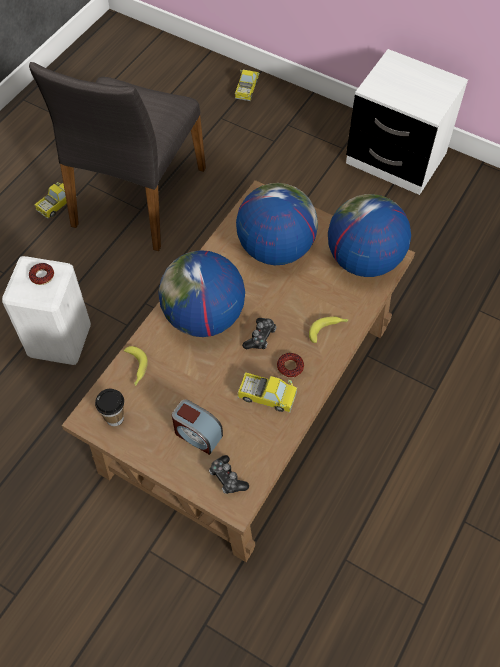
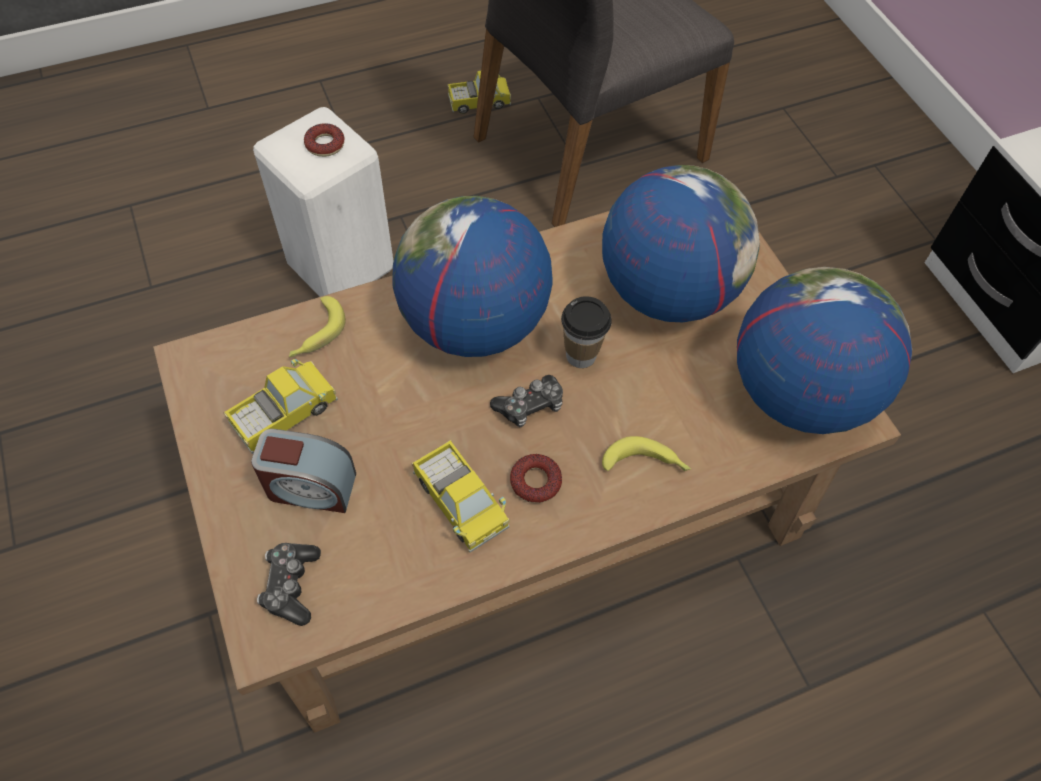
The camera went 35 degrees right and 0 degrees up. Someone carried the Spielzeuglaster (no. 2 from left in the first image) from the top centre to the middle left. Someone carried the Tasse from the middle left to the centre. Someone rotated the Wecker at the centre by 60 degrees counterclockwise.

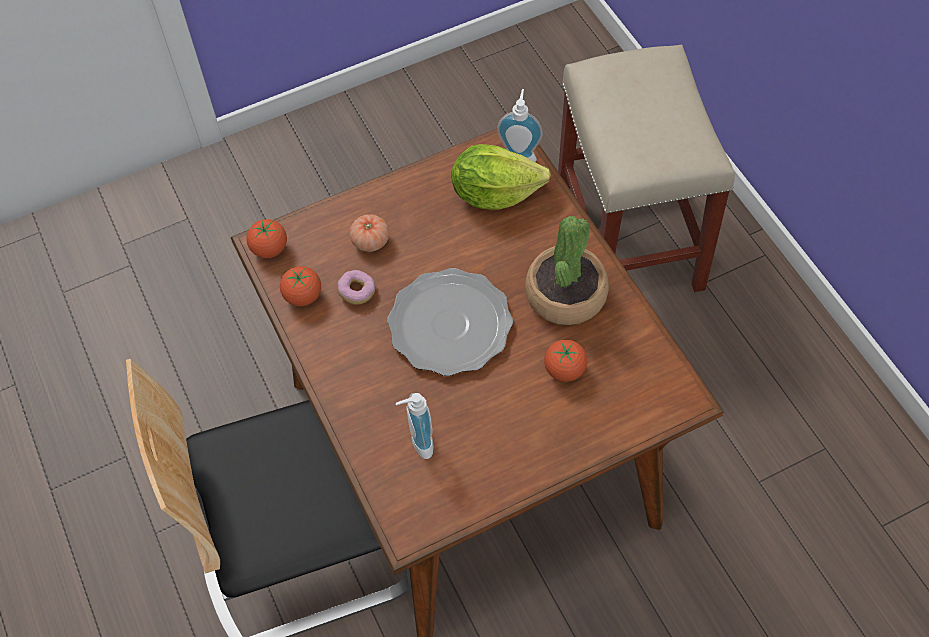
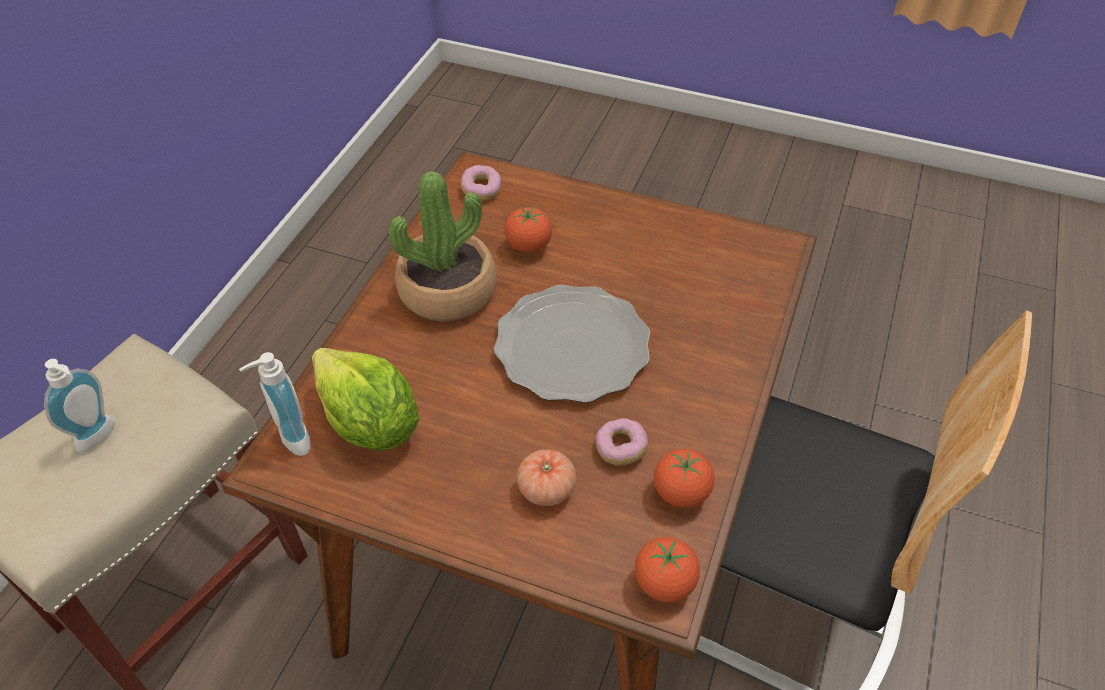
The camera went 135 degrees left and 10 degrees down. Someone carried the Seifenspender (no. 1 from left) from the bottom centre to the middle left. Someone put down the Donut (no. 1 from left) at the top centre.

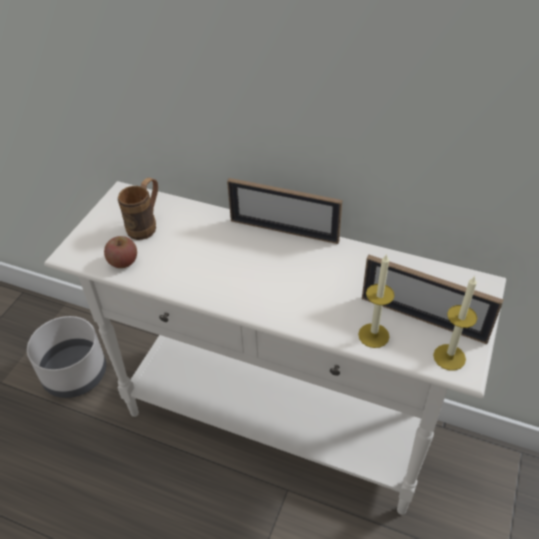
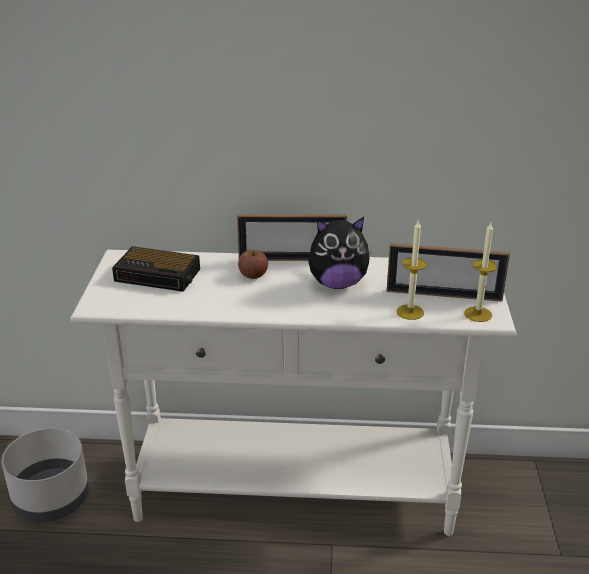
The camera went 20 degrees left and 15 degrees down. Someone swapped the Henkelbecher/braun at the middle left for the Wecker at the middle left. Someone carried the Apfel from the middle left to the centre. Someone put down the Plüschtier at the centre.

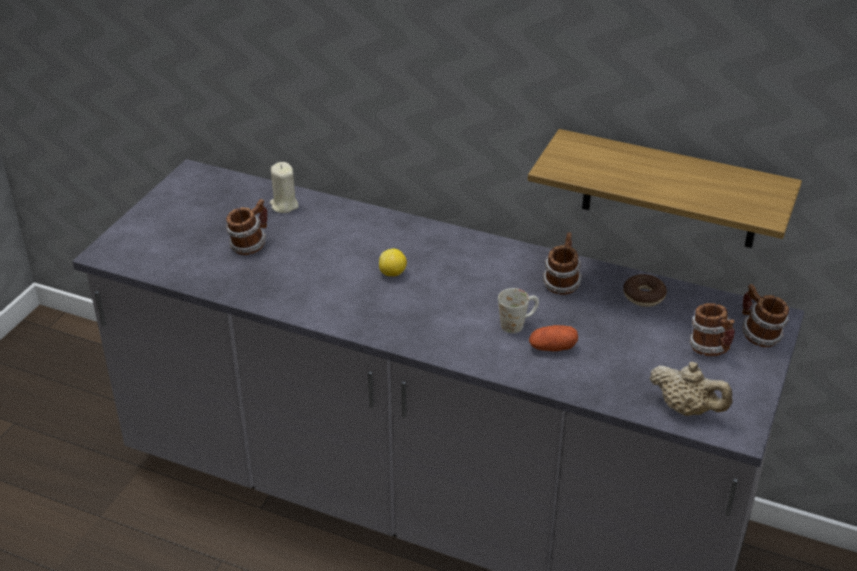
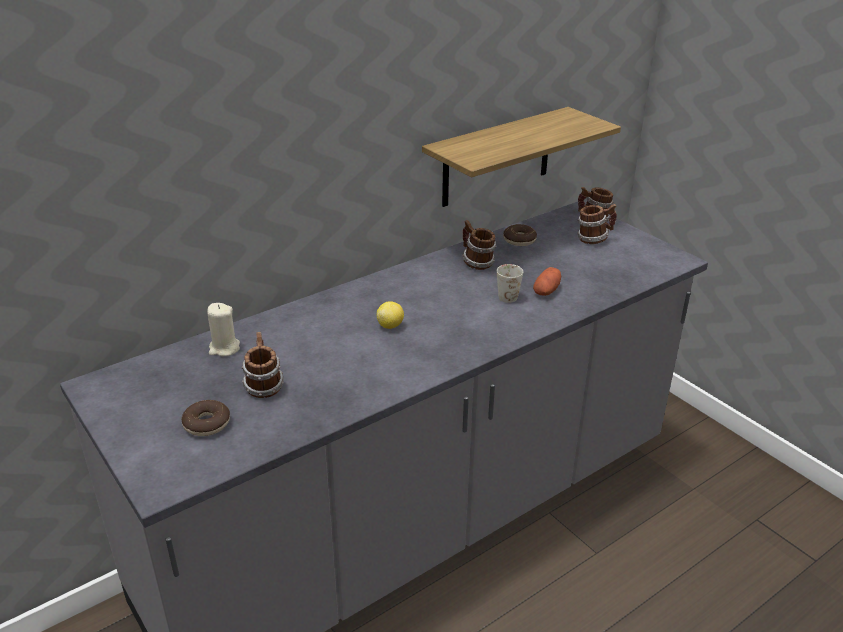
The camera went 60 degrees left and 5 degrees down. Someone took away the Teekanne/beige at the bottom right. Someone put down the Donut (no. 1 from left) at the middle left.

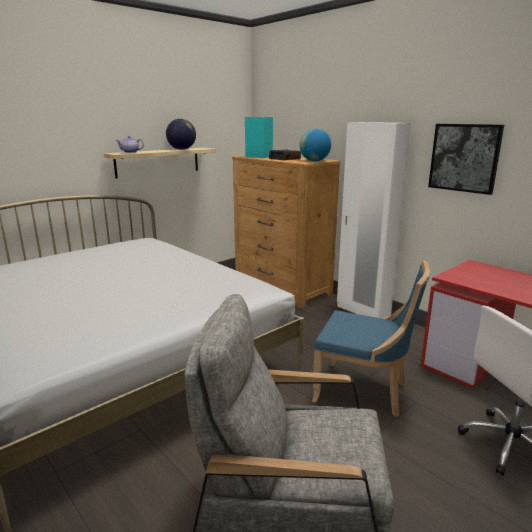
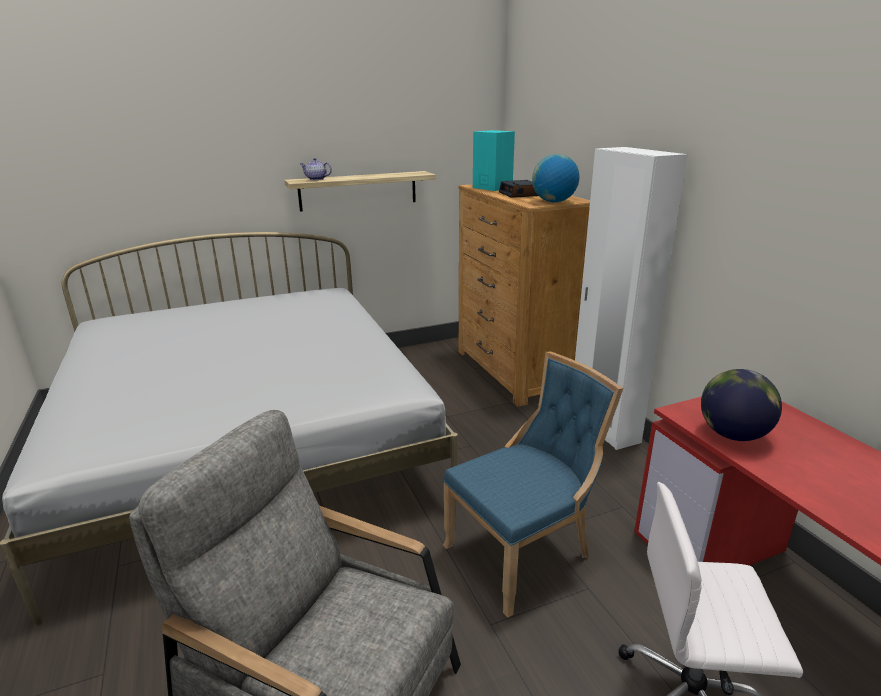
The camera went 20 degrees right and 5 degrees up. Someone carried the Globus (no. 1 from left in the first image) from the top centre to the middle right. Someone took away the Bild at the top right. Someone rotated the Stuhl/blau at the middle right by 75 degrees counterclockwise.

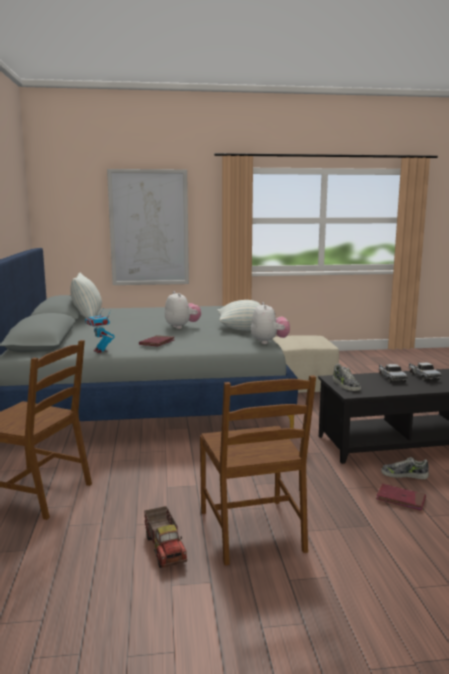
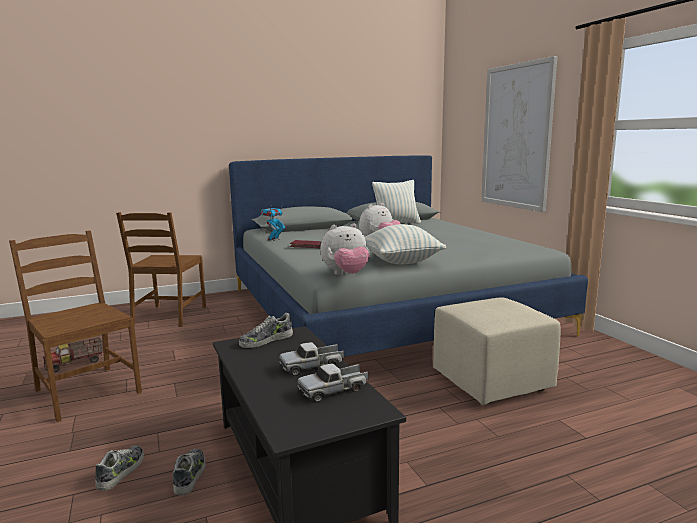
The camera went 75 degrees right and 0 degrees up. Someone rotated the Stuhl/braun (no. 2 from left in the first image) at the bottom centre by 75 degrees clockwise. Someone swapped the Buch/rot (no. 2 from left) at the bottom right for the Schuh (no. 1 from left) at the bottom left.

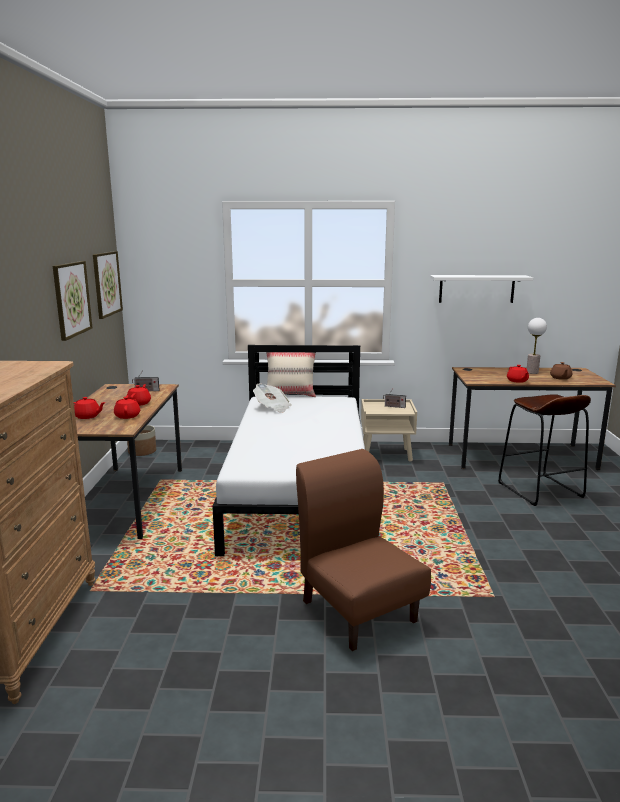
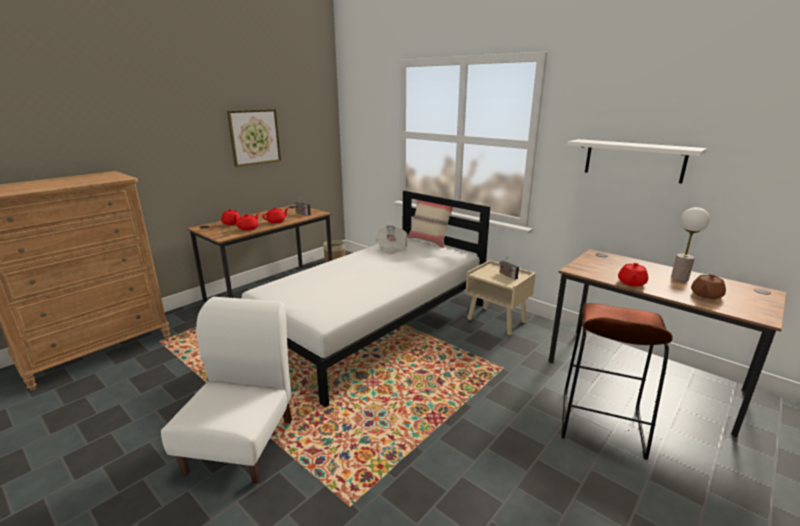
The camera went 40 degrees right and 5 degrees up. Someone took away the Bild (no. 2 from left) at the middle left. Someone repainted the Stuhl/braun at the bottom centre, which became the Stuhl/weiß at the bottom left.

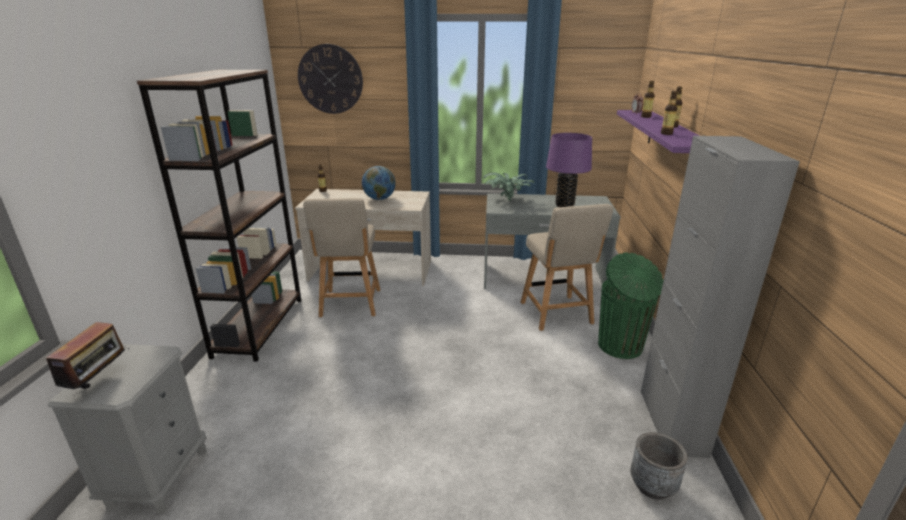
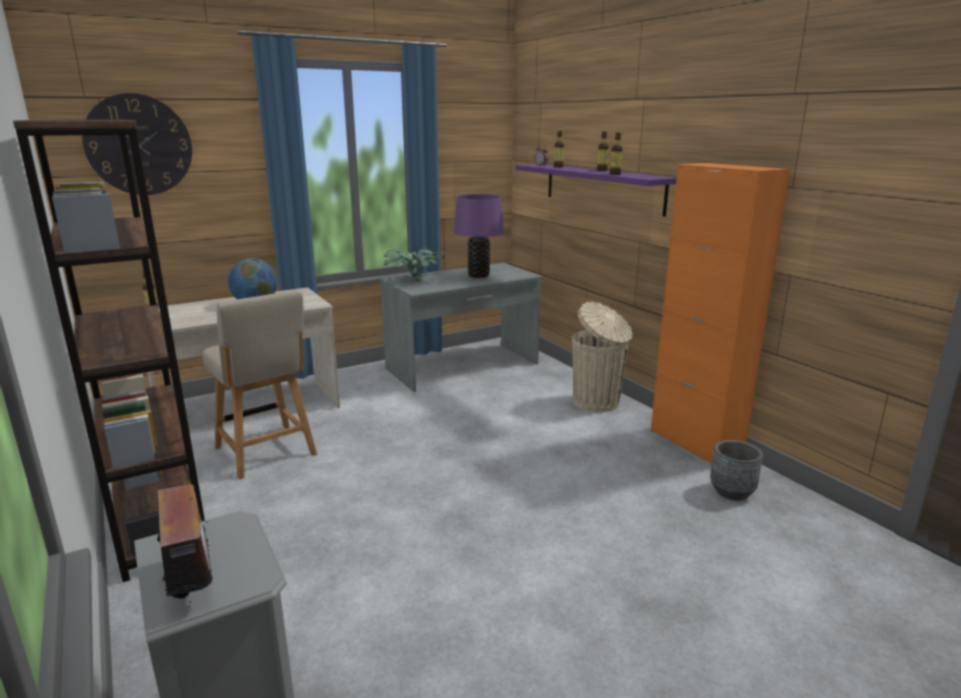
The camera went 35 degrees left and 5 degrees down. Someone repainted the Schrank/grau at the middle right, which became the Schrank/orange at the middle right. Someone took away the Stuhl/beige (no. 2 from left) at the centre. Someone repainted the Mülleimer/grün at the middle right, which became the Mülleimer/beige at the centre.

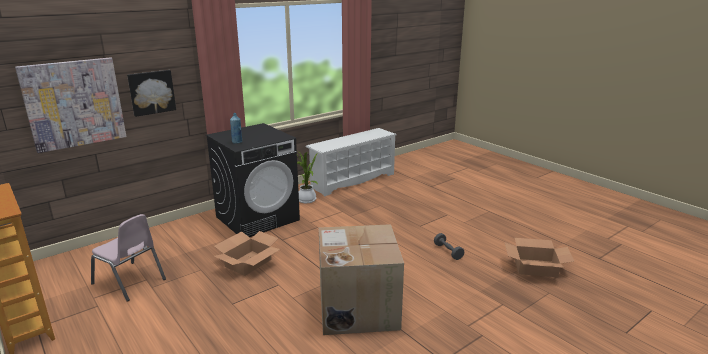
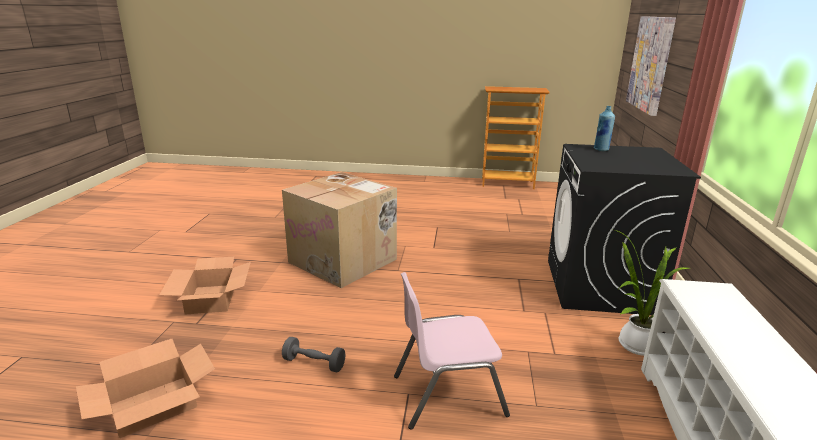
The camera went 135 degrees right and 0 degrees up. Someone took away the Bild (no. 2 from left) at the top left. Someone carried the Stuhl/rosa from the bottom left to the bottom centre. Someone carried the Karton (no. 1 from left in the first image) from the bottom centre to the middle left.

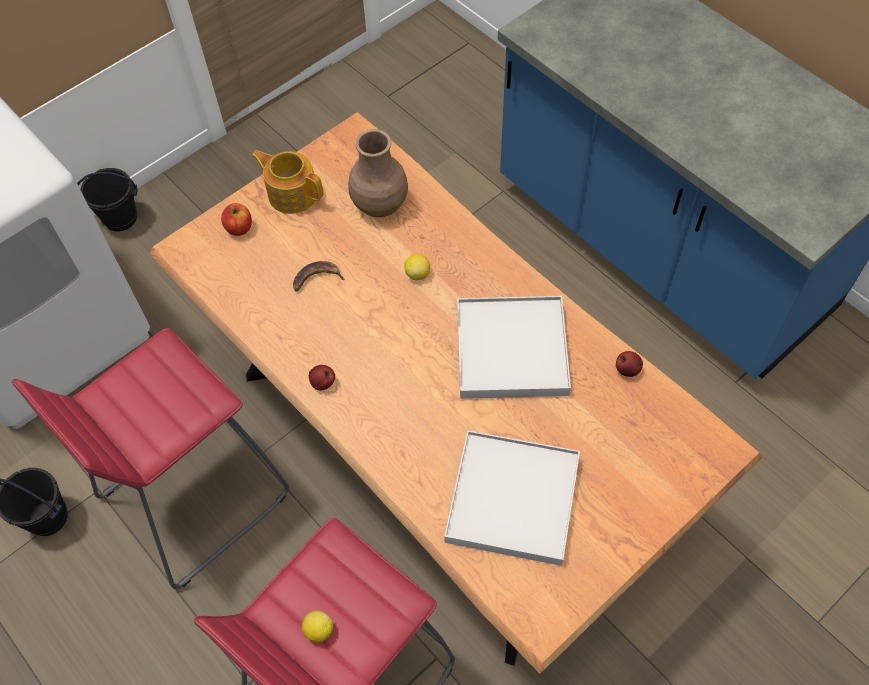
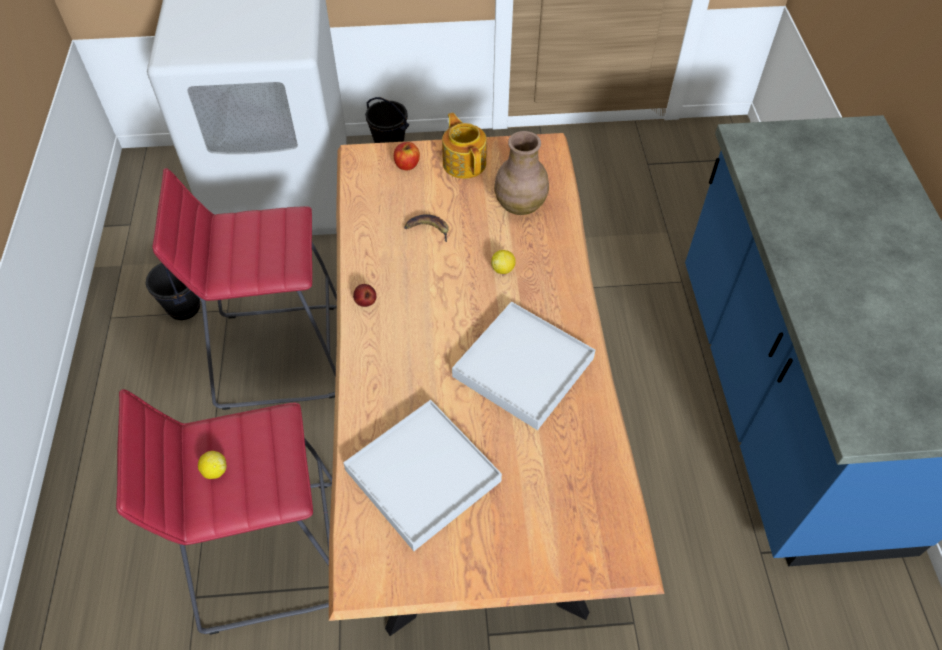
The camera went 35 degrees right and 5 degrees down. Someone took away the Apfel (no. 3 from left) at the middle right.

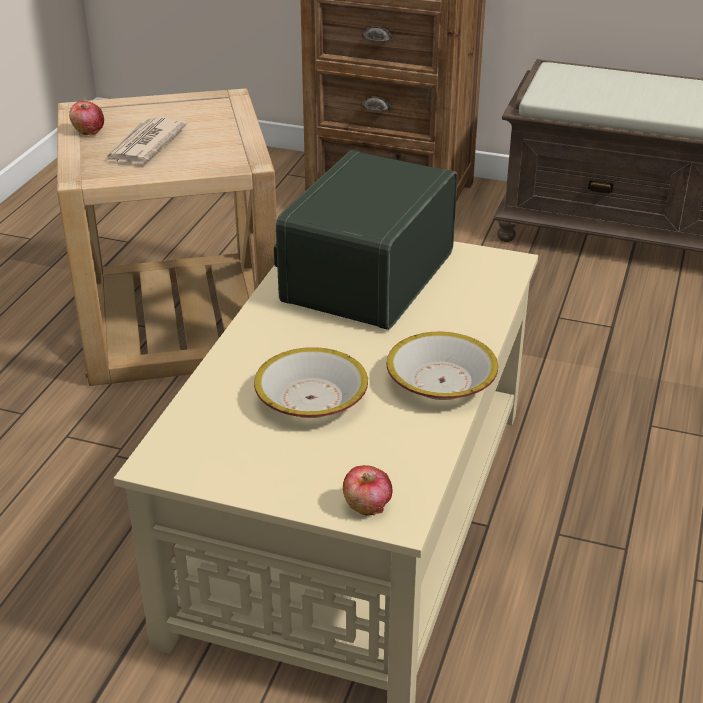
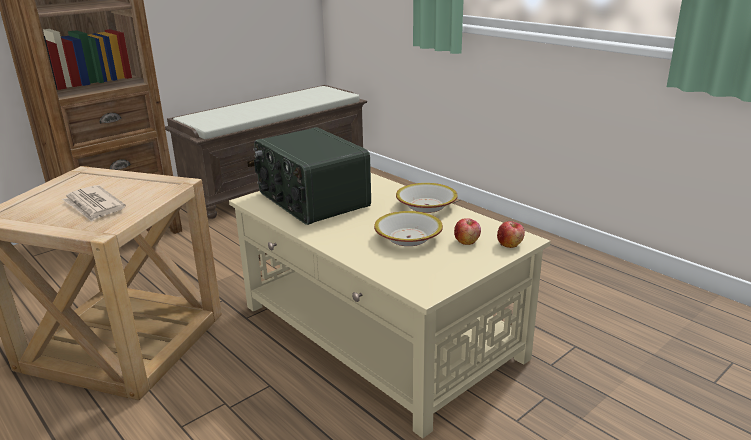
The camera went 60 degrees left and 10 degrees down. Someone carried the Apfel (no. 1 from left) from the top left to the centre.

